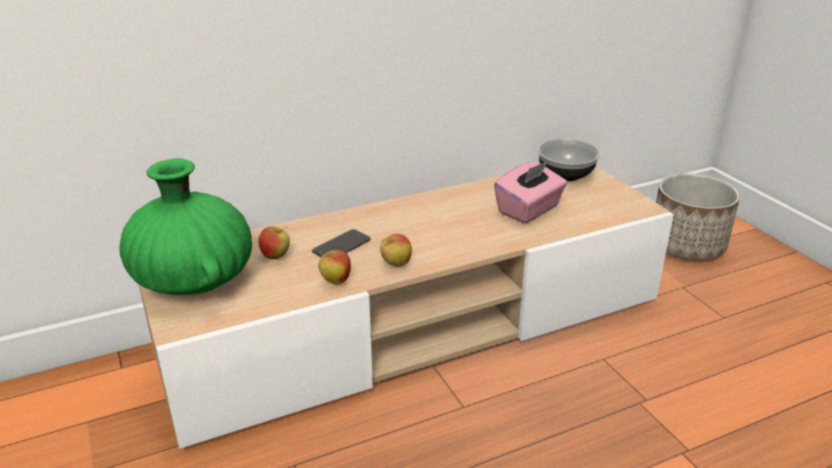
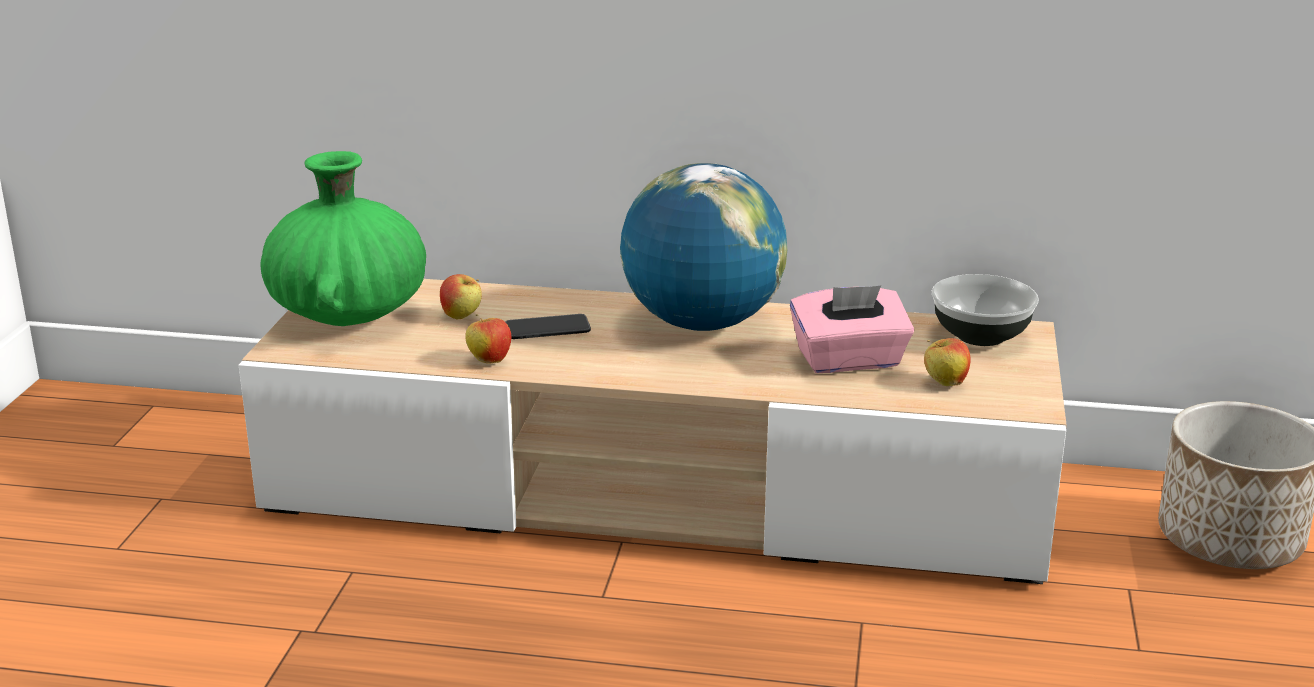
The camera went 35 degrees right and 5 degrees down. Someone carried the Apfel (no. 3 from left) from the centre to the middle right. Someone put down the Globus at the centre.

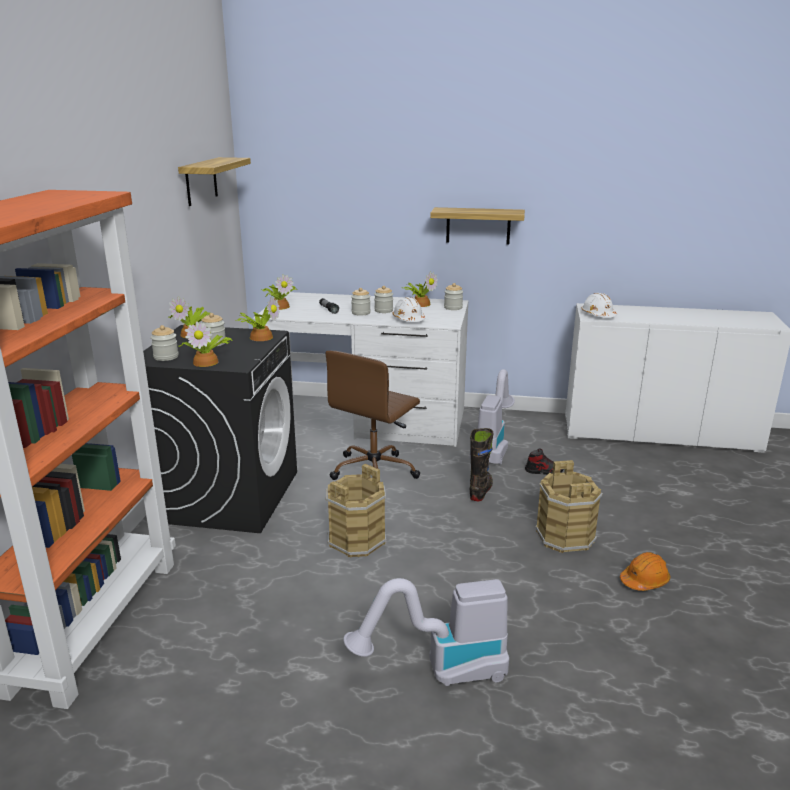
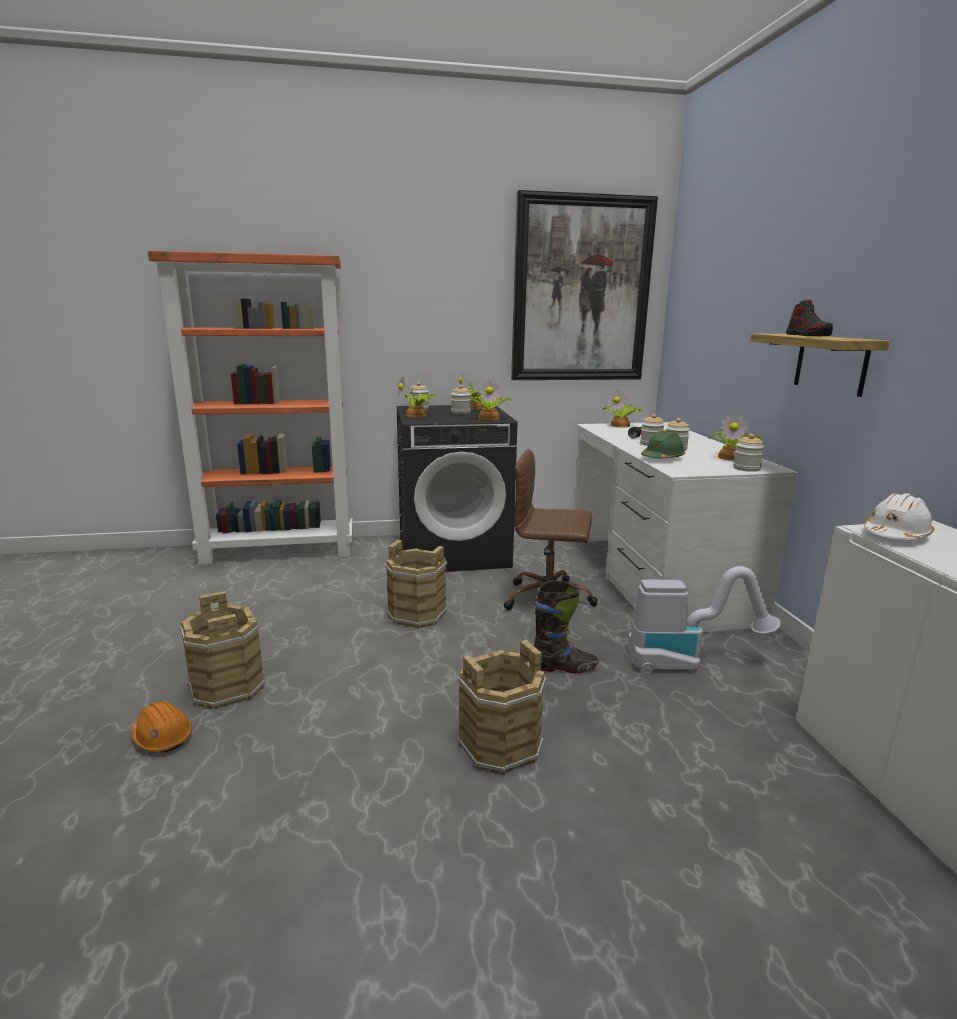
The camera went 70 degrees right and 5 degrees down. Someone swapped the Wandregal (no. 1 from left) at the top left for the Bild at the top centre. Someone repainted the Schutzhelm/weiß (no. 1 from left) at the centre, which became the Schutzhelm/grün at the middle right. Someone carried the Schuh from the middle right to the top right. Someone carried the Schutzhelm/orange from the bottom right to the bottom left. Someone swapped the Staubsauger (no. 1 from left) at the bottom centre for the Eimer/braun (no. 1 from left) at the middle left.

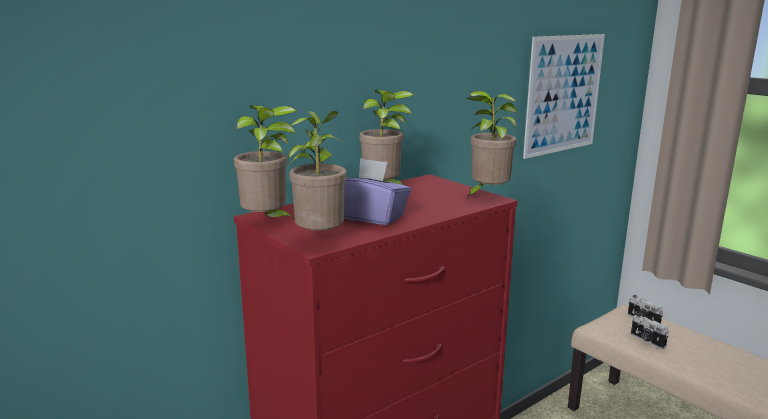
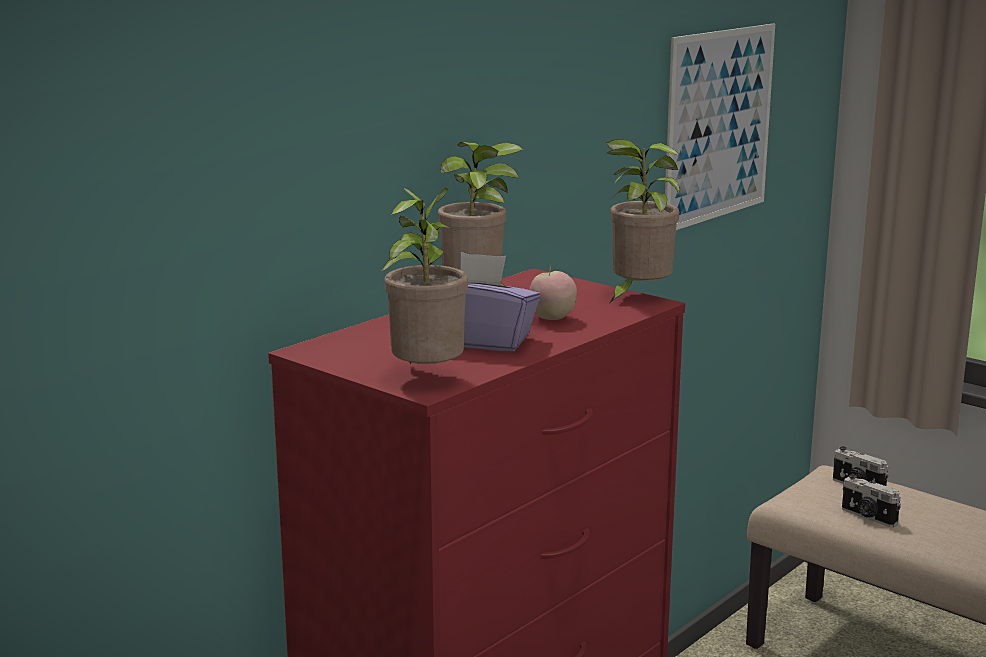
The camera went 10 degrees left and 0 degrees up. Someone took away the Topfpflanze (no. 1 from left) at the centre. Someone put down the Apfel at the centre.

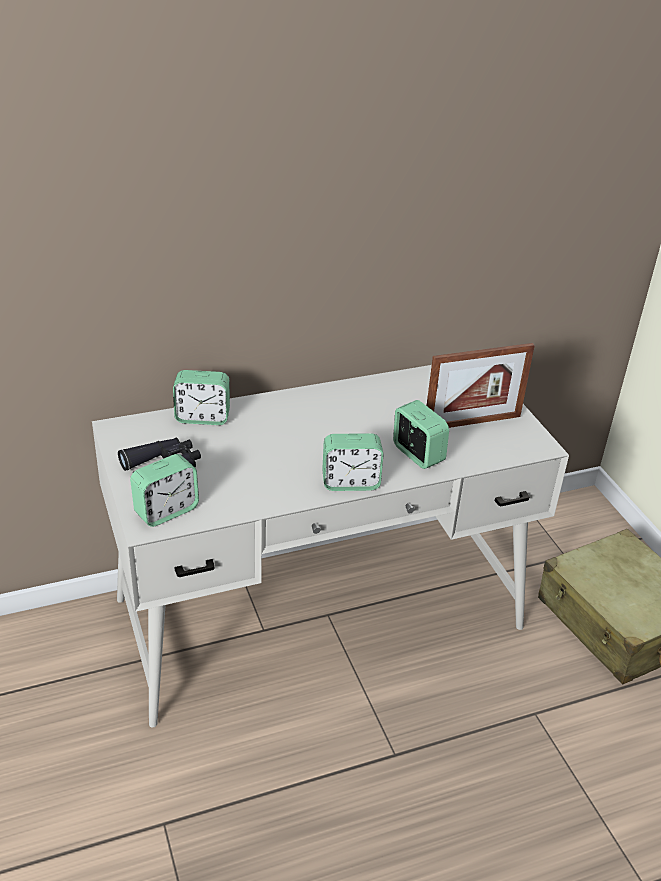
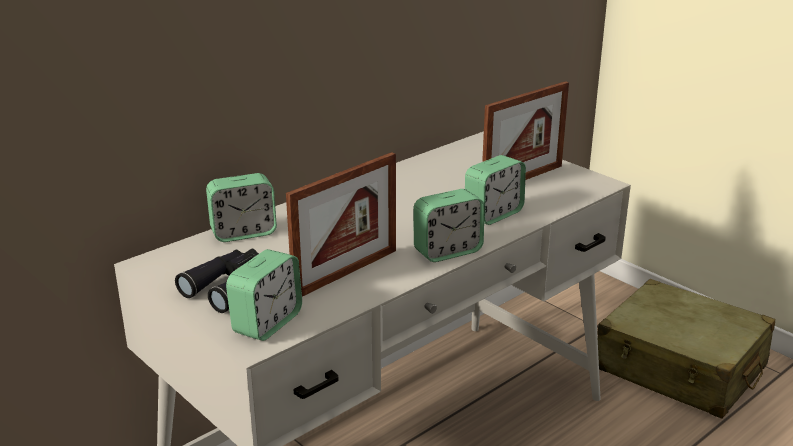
The camera went 20 degrees left and 10 degrees down. Someone rotated the Wecker (no. 4 from left) at the centre by 105 degrees clockwise. Someone put down the Bilderrahmen (no. 1 from left) at the centre.

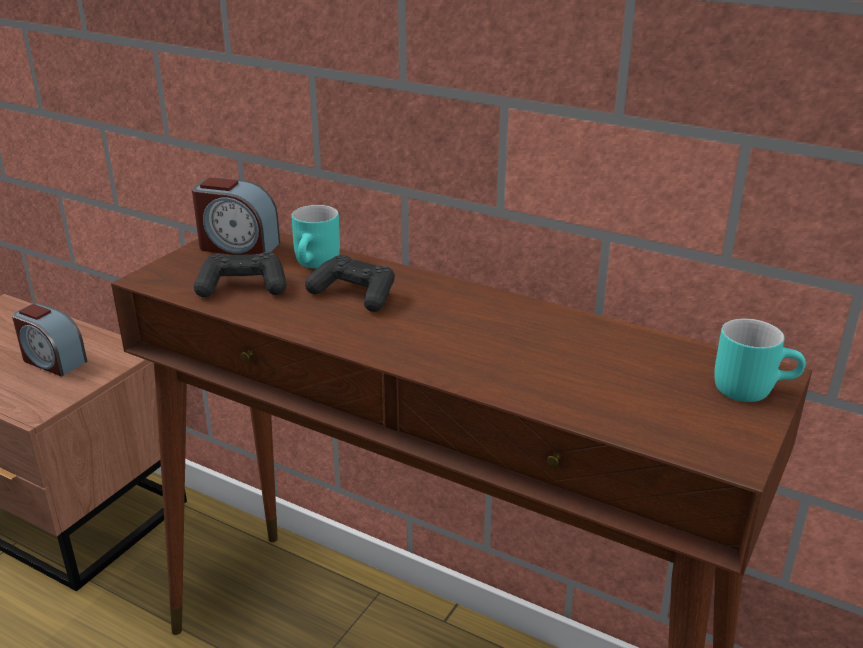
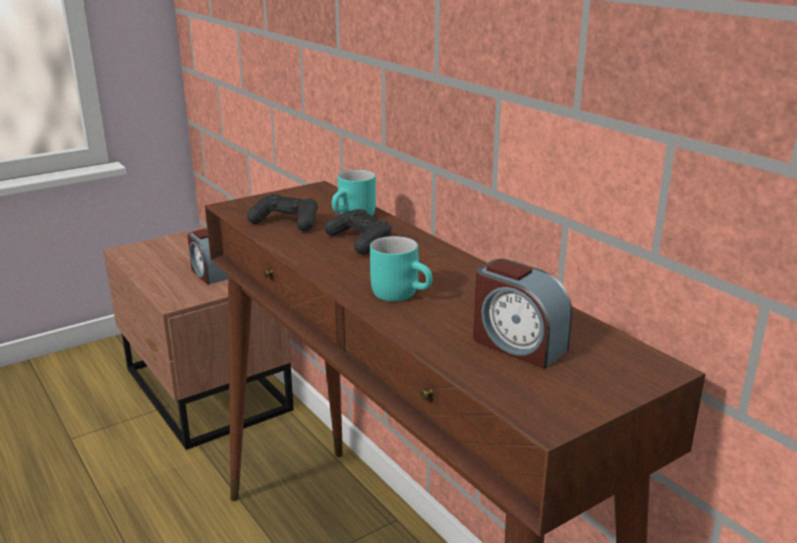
The camera went 25 degrees right and 5 degrees down. Someone carried the Wecker (no. 2 from left) from the middle left to the centre. Someone carried the Henkelbecher/türkis (no. 2 from left) from the middle right to the centre.

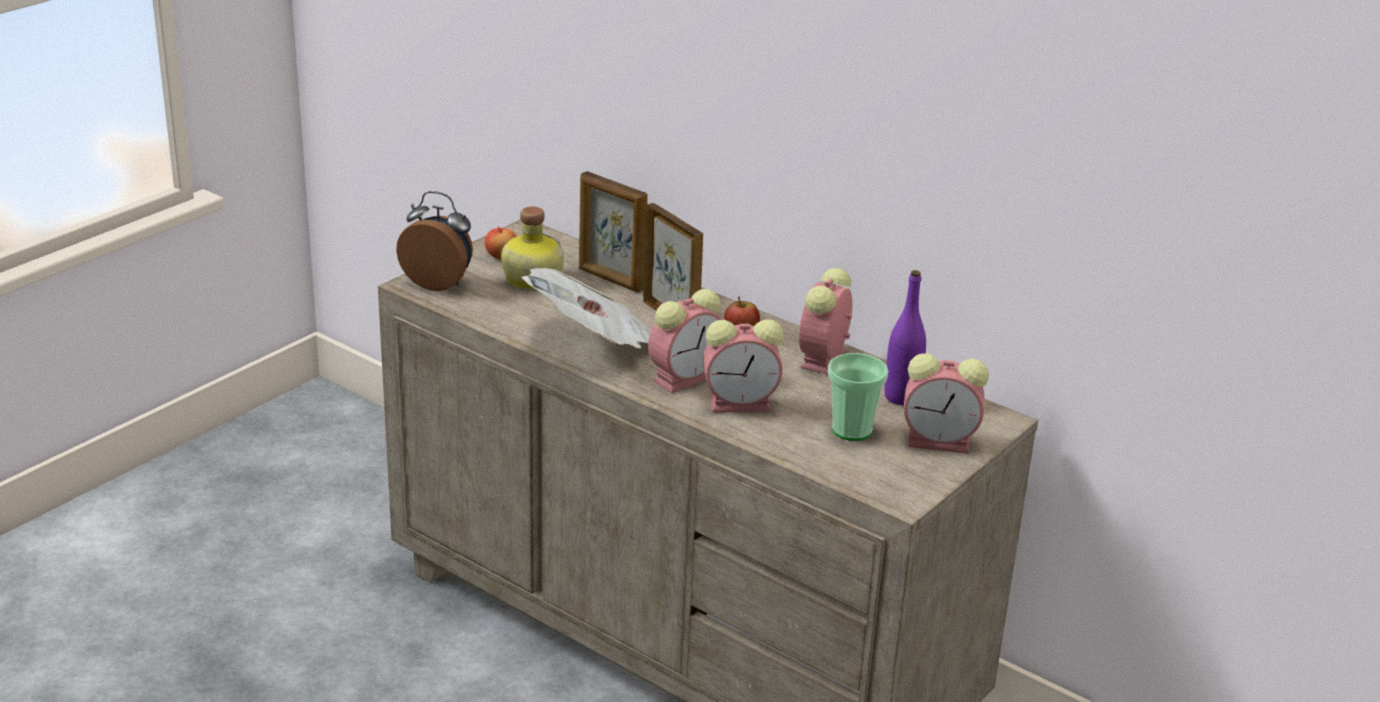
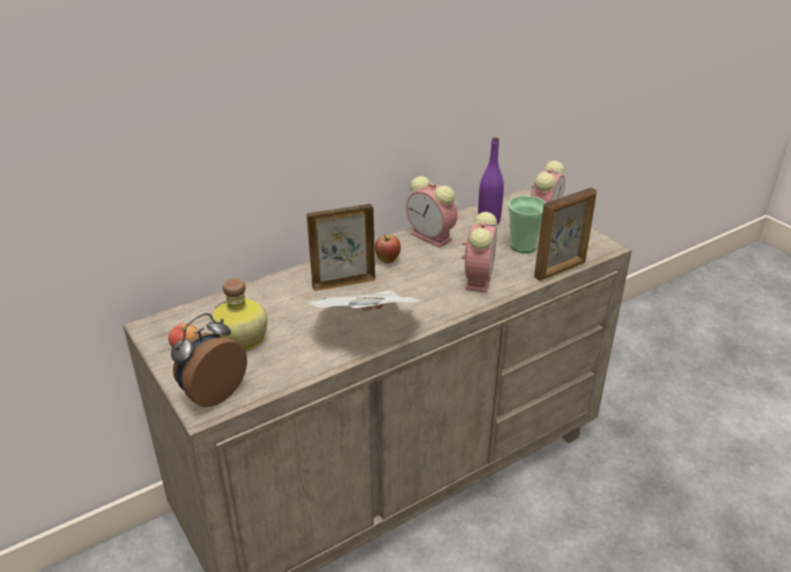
The camera went 70 degrees left and 5 degrees up. Someone carried the Bilderrahmen (no. 1 from left in the first image) from the top centre to the middle right. Someone took away the Wecker (no. 2 from left) at the centre.

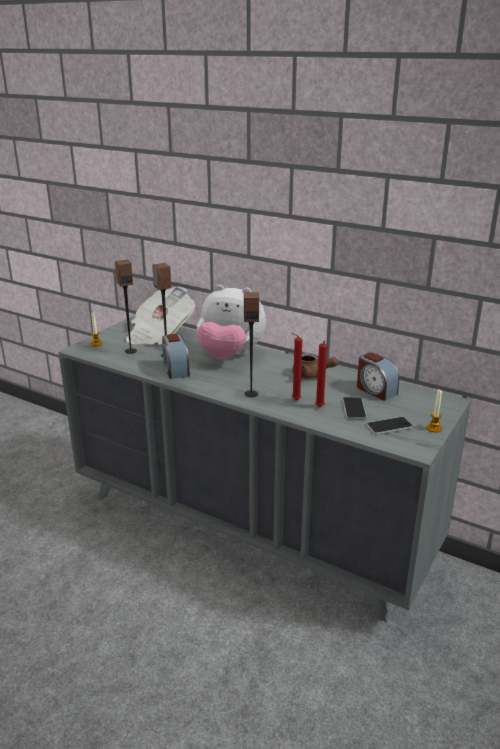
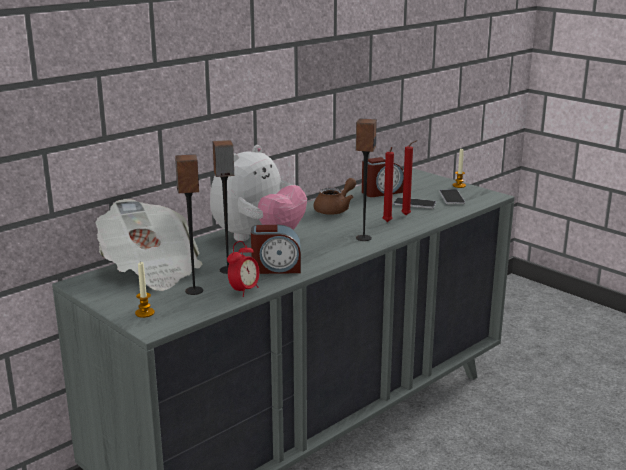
The camera went 75 degrees left and 5 degrees down. Someone put down the Wecker (no. 1 from left) at the centre.

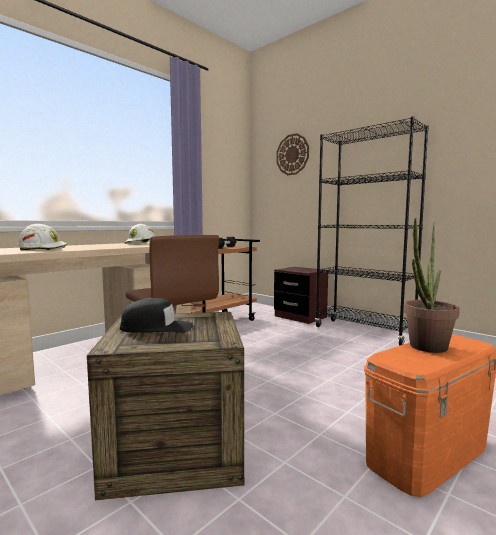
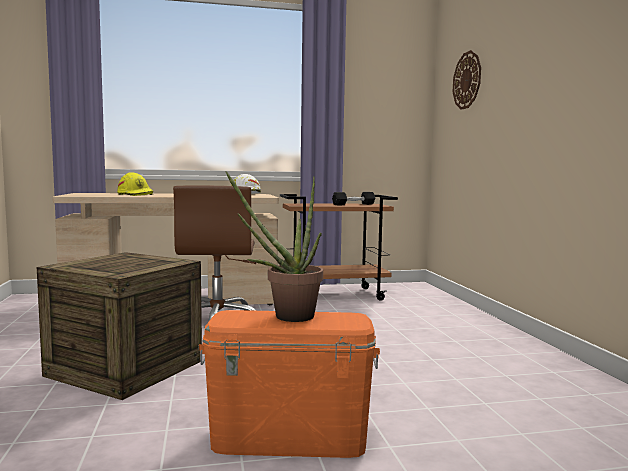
The camera went 35 degrees right and 0 degrees up. Someone took away the Bücherregal/schwarz at the middle right. Someone repainted the Schutzhelm/weiß (no. 1 from left) at the middle left, which became the Schutzhelm/gelb at the middle left. Someone took away the Nachttisch/braun at the centre. Someone took away the Kappe/schwarz at the middle left.

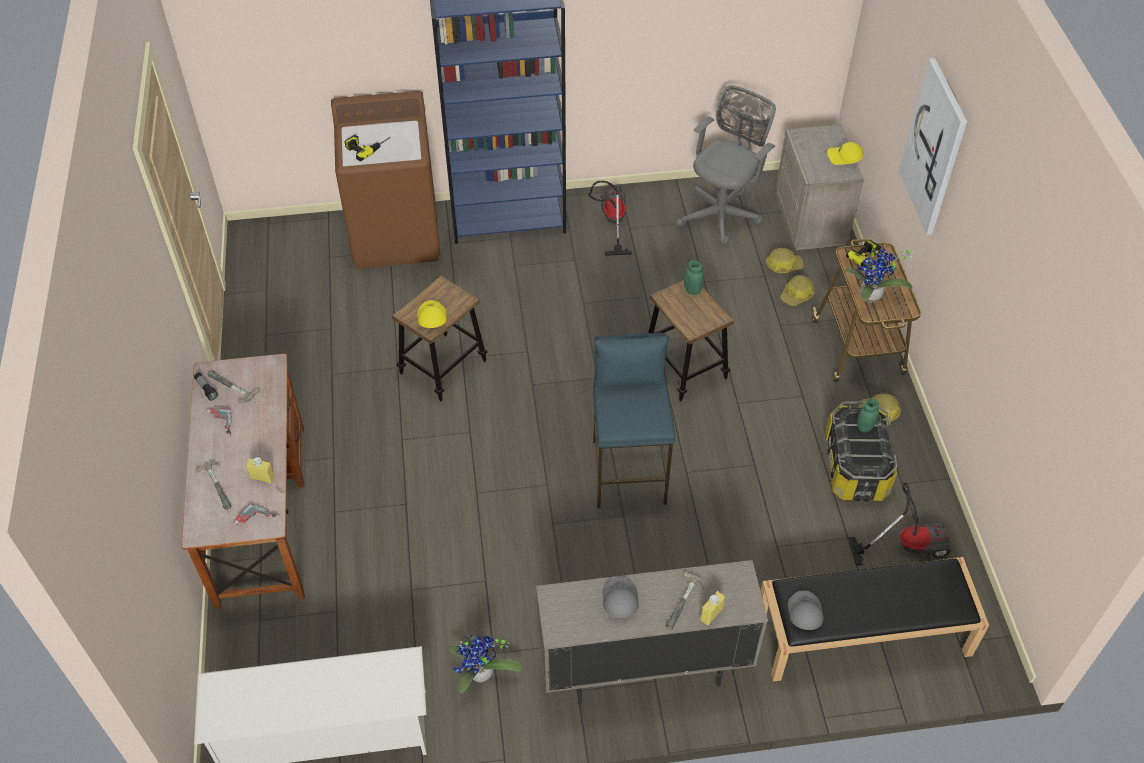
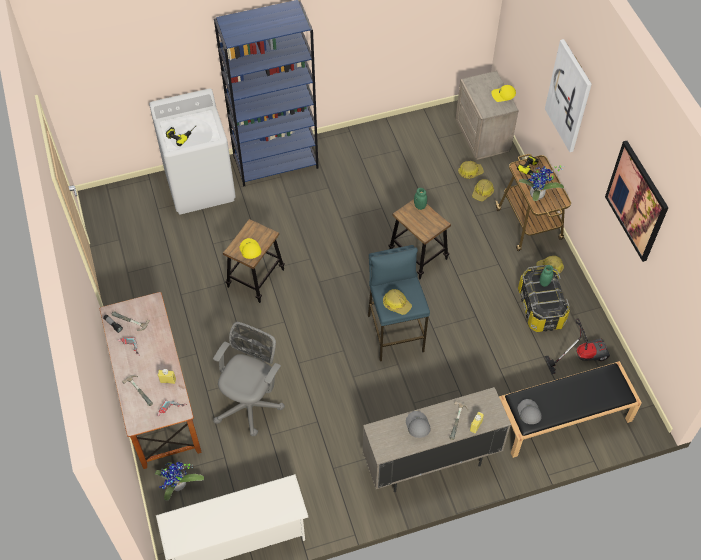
The camera went 10 degrees left and 5 degrees up. Someone carried the Bürostuhl/grau from the top centre to the bottom centre. Someone repainted the Waschmaschine/braun at the top centre, which became the Waschmaschine/weiß at the top left. Someone took away the Staubsauger (no. 1 from left) at the top centre. Someone carried the Topfpflanze (no. 1 from left) from the bottom centre to the bottom left. Someone put up the Bild (no. 2 from left) at the middle right. Someone put down the Schutzhelm (no. 1 from left) at the centre.

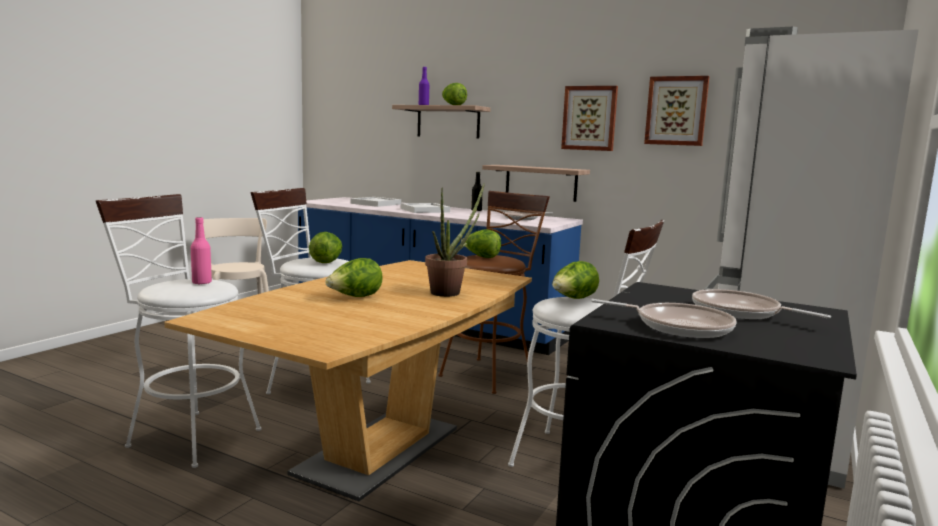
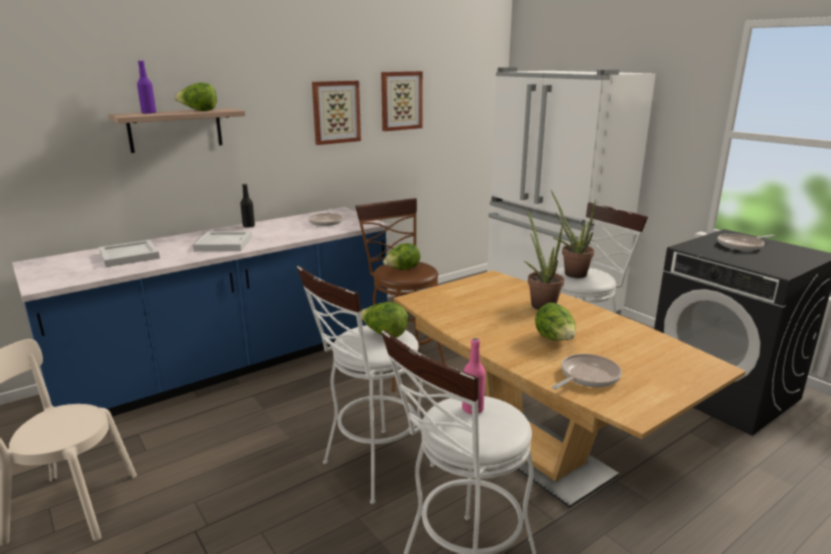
The camera went 65 degrees left and 10 degrees up. Someone took away the Wandregal (no. 2 from left) at the centre. Someone swapped the Salatkopf (no. 5 from left) at the centre for the Topfpflanze (no. 2 from left) at the middle right. Someone carried the Pfanne (no. 2 from left) from the middle right to the bottom right.

